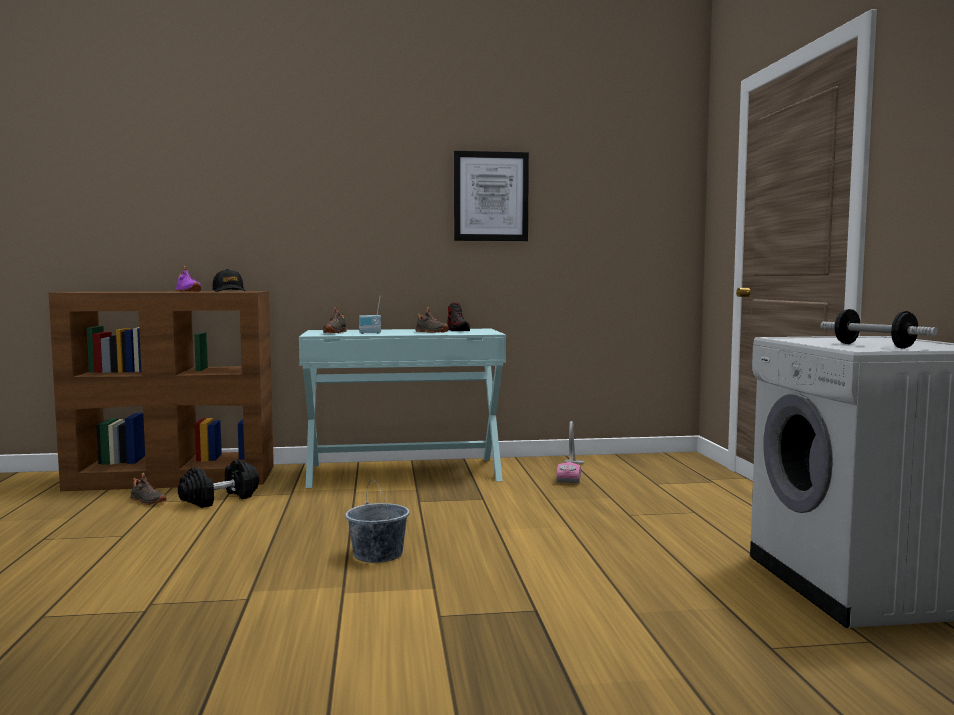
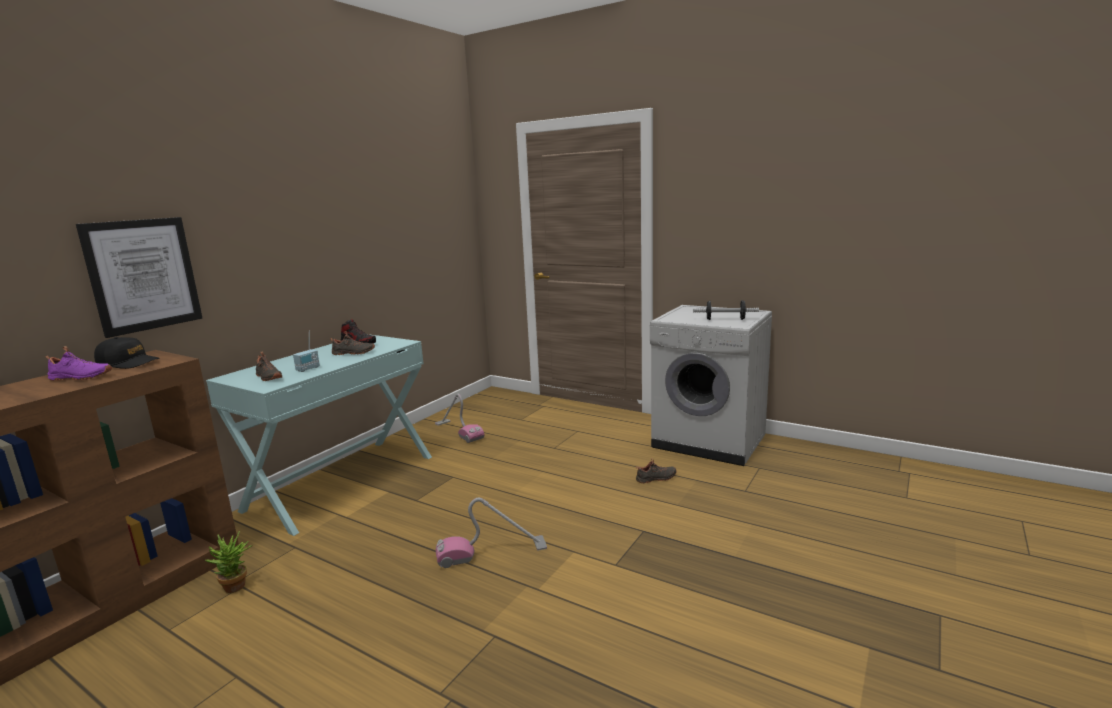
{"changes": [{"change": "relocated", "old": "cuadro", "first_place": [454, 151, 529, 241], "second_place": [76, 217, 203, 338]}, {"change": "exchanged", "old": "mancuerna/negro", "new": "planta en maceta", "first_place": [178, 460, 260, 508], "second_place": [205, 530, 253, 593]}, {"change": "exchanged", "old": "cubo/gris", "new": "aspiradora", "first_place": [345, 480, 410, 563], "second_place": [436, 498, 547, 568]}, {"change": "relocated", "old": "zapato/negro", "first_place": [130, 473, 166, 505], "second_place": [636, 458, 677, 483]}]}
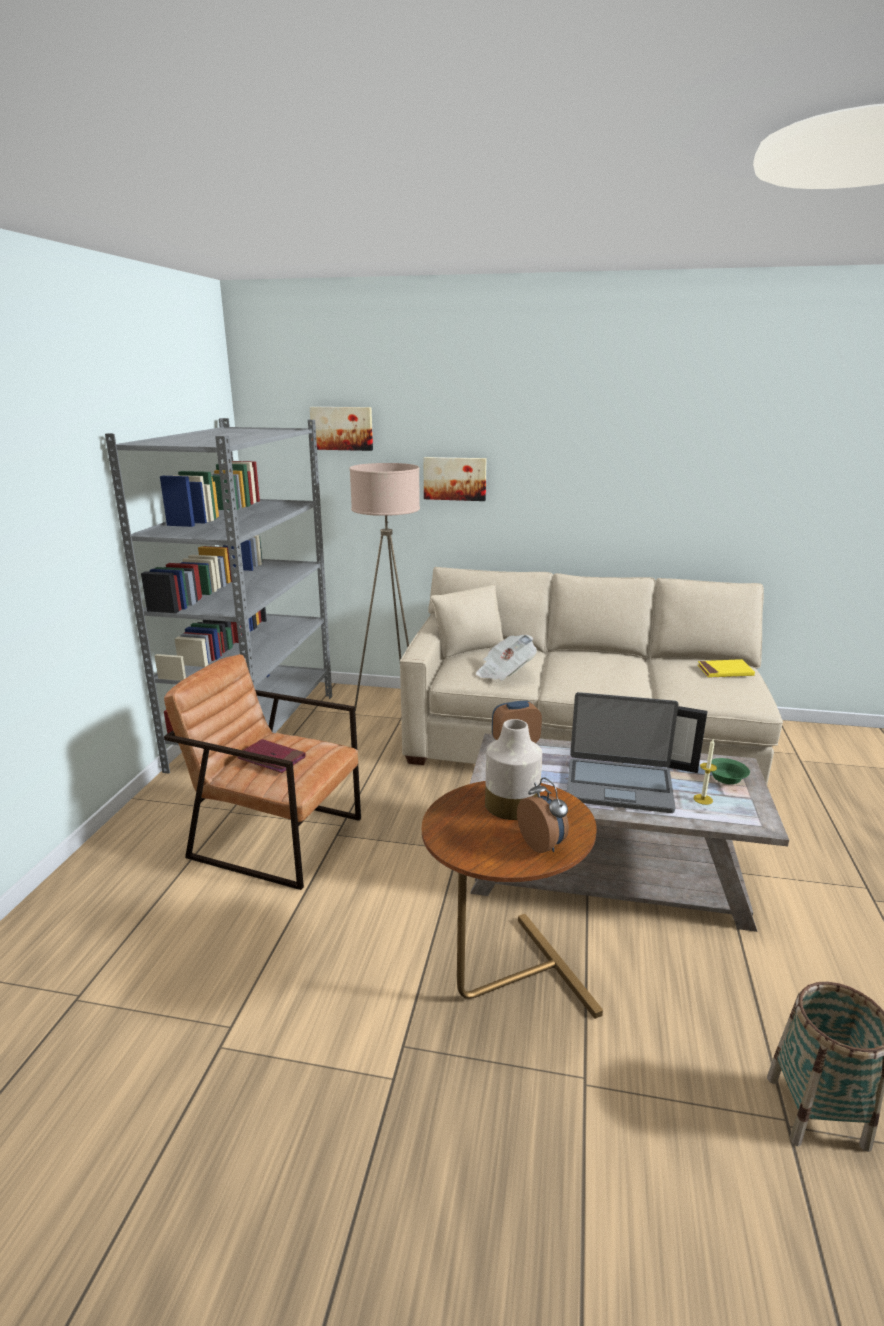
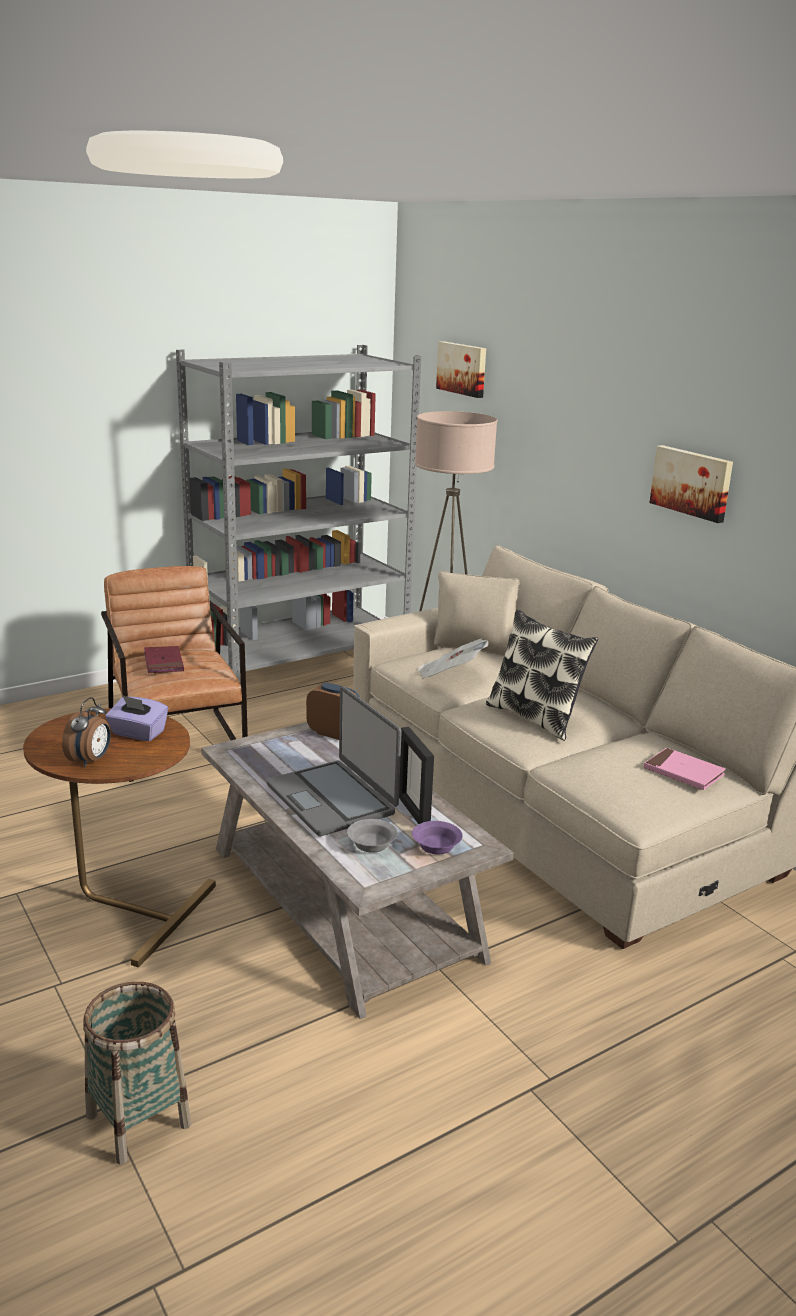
{"changes": [{"change": "exchanged", "old": "florero/beis", "new": "caja de pañuelos/morado", "first_place": [485, 719, 542, 820], "second_place": [105, 696, 168, 741]}, {"change": "exchanged", "old": "vela", "new": "cuenco/gris", "first_place": [693, 739, 717, 805], "second_place": [347, 819, 398, 853]}, {"change": "colour", "old": "cuenco/verde", "new": "cuenco/morado", "first_place": [711, 758, 750, 784], "second_place": [412, 821, 463, 855]}, {"change": "appeared", "new": "cojín", "second_place": [486, 609, 598, 741]}, {"change": "colour", "old": "libro/amarillo", "new": "libro/rosa", "first_place": [698, 659, 755, 678], "second_place": [644, 748, 726, 790]}, {"change": "relocated", "old": "cuadro", "first_place": [423, 457, 487, 501], "second_place": [649, 445, 733, 523]}]}
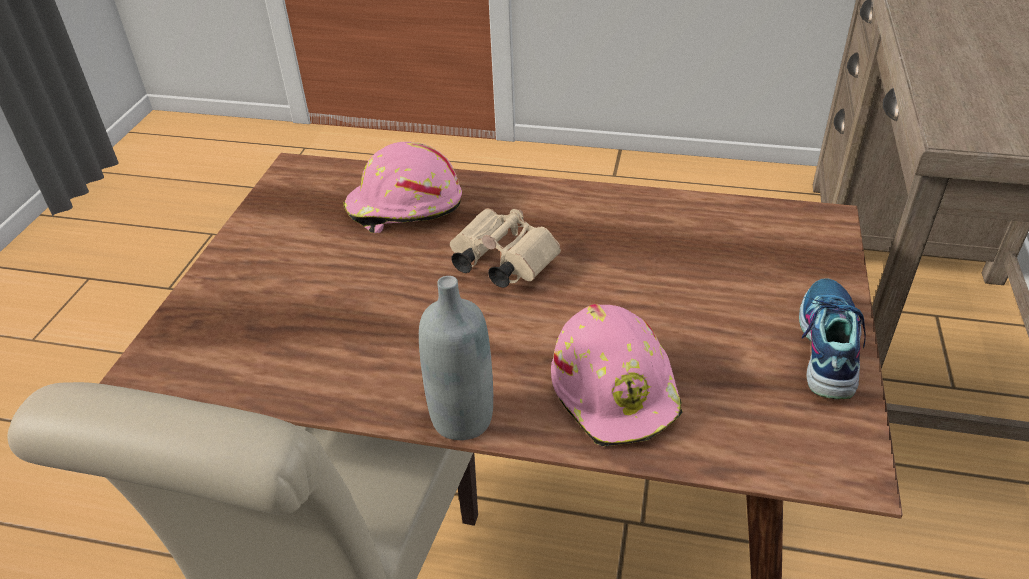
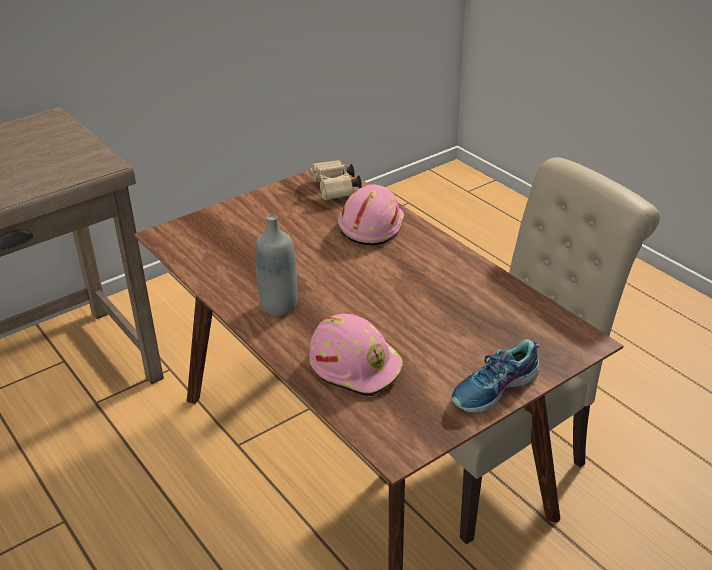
{"changes": [{"change": "relocated", "old": "botella/gris", "first_place": [419, 276, 493, 440], "second_place": [255, 214, 298, 316]}, {"change": "relocated", "old": "prismáticos/beis", "first_place": [450, 208, 561, 288], "second_place": [309, 160, 362, 200]}, {"change": "relocated", "old": "zapato", "first_place": [799, 278, 866, 399], "second_place": [451, 339, 540, 413]}]}
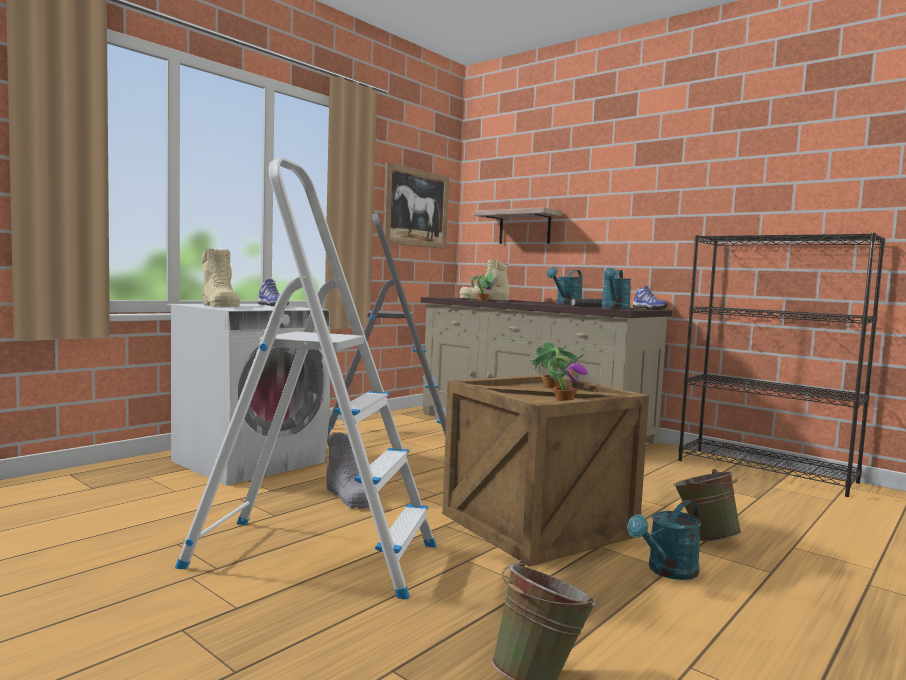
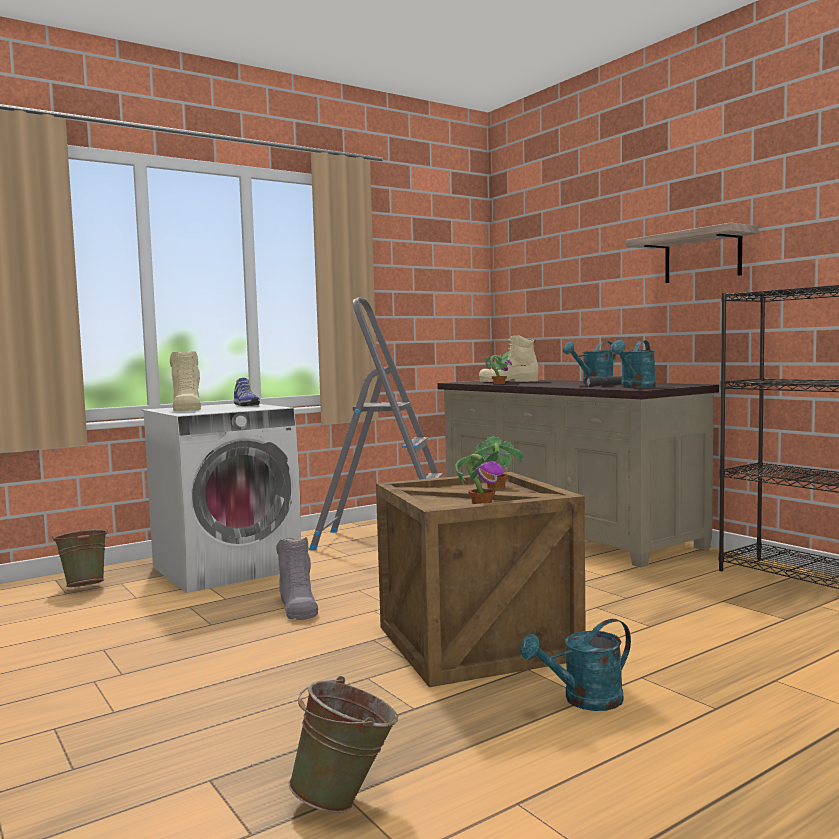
{"changes": [{"change": "relocated", "old": "cubo/verde", "first_place": [673, 469, 742, 541], "second_place": [52, 529, 109, 587]}, {"change": "relocated", "old": "estante", "first_place": [474, 207, 562, 244], "second_place": [626, 222, 759, 283]}, {"change": "missing", "old": "escalera de tijera/blanco", "first_place": [175, 157, 437, 599]}, {"change": "missing", "old": "cuadro", "first_place": [383, 162, 449, 249]}, {"change": "missing", "old": "zapato", "first_place": [632, 286, 668, 309]}]}
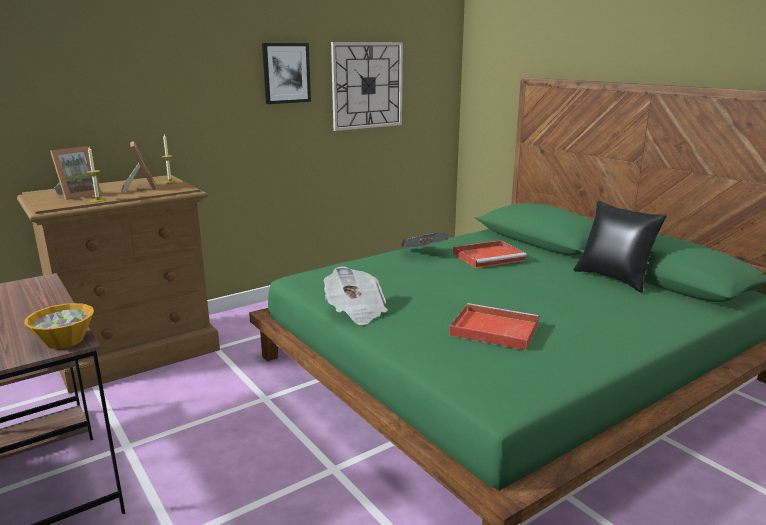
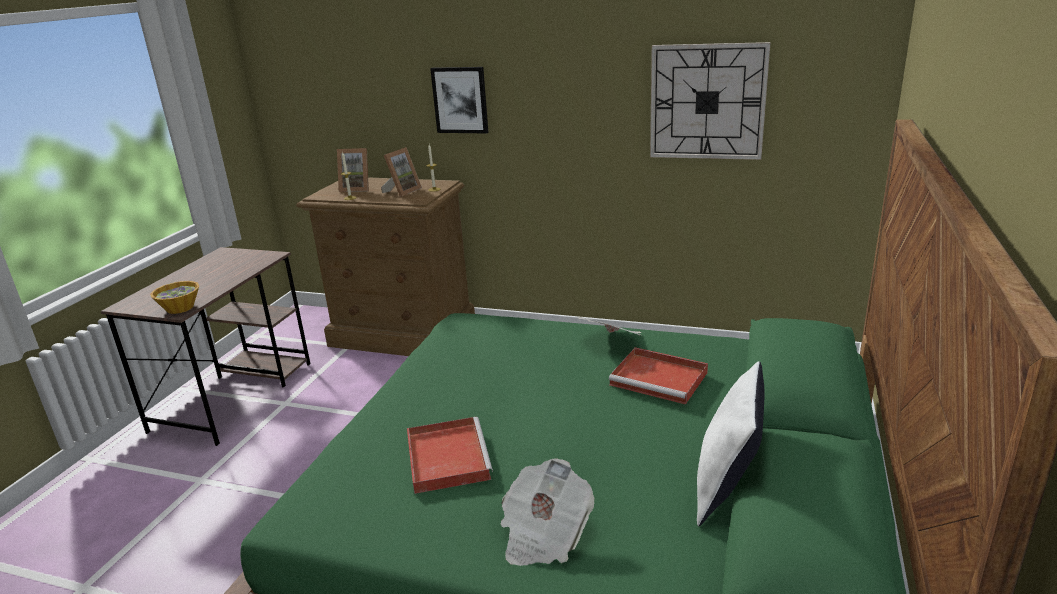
{"changes": [{"change": "relocated", "old": "cuadro", "first_place": [262, 43, 311, 104], "second_place": [430, 67, 488, 133]}, {"change": "relocated", "old": "periódico", "first_place": [324, 266, 388, 325], "second_place": [501, 458, 595, 566]}, {"change": "colour", "old": "cojín/negro", "new": "cojín/blanco", "first_place": [574, 201, 667, 293], "second_place": [697, 361, 764, 526]}]}
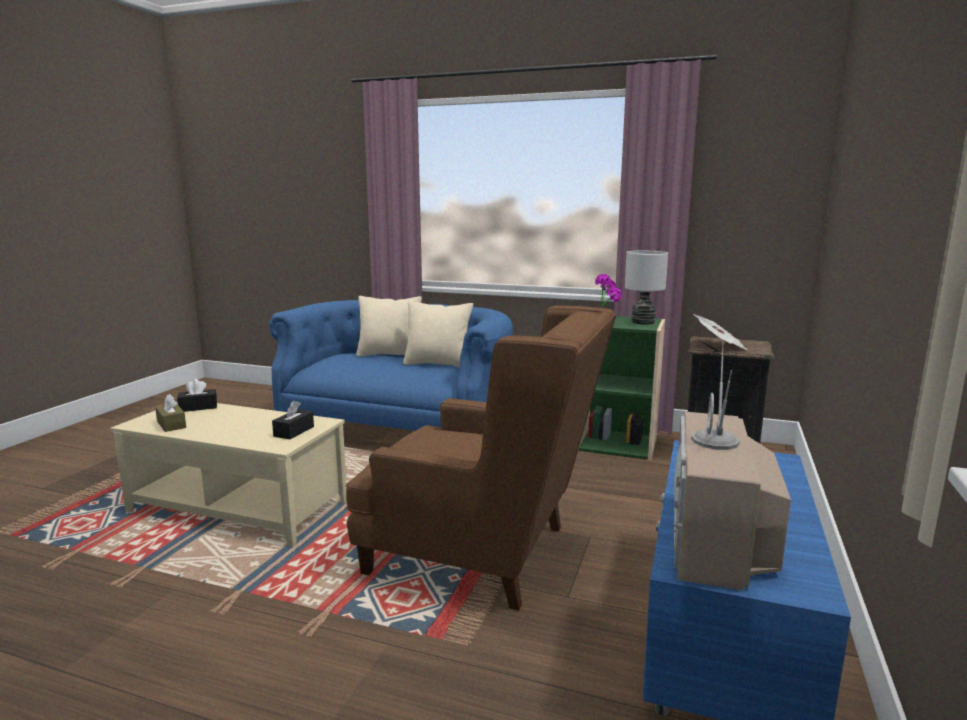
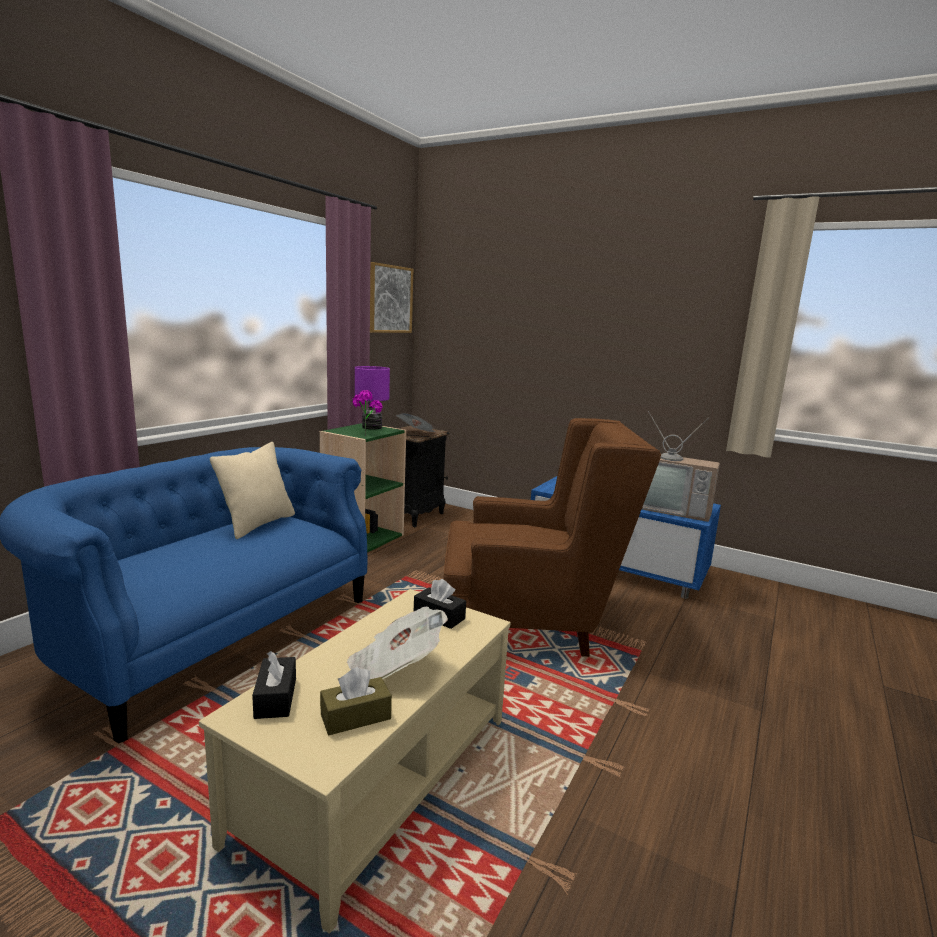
{"changes": [{"change": "appeared", "new": "periódico", "second_place": [347, 606, 448, 679]}, {"change": "colour", "old": "lámpara de mesa/gris", "new": "lámpara de mesa/morado", "first_place": [625, 251, 668, 325], "second_place": [355, 366, 390, 430]}, {"change": "appeared", "new": "cuadro", "second_place": [370, 262, 413, 333]}, {"change": "spun", "old": "sillón/marrón", "first_place": [346, 305, 616, 610], "second_place": [443, 418, 661, 657], "degrees": 60}, {"change": "missing", "old": "cojín/beis", "first_place": [356, 296, 422, 357]}]}
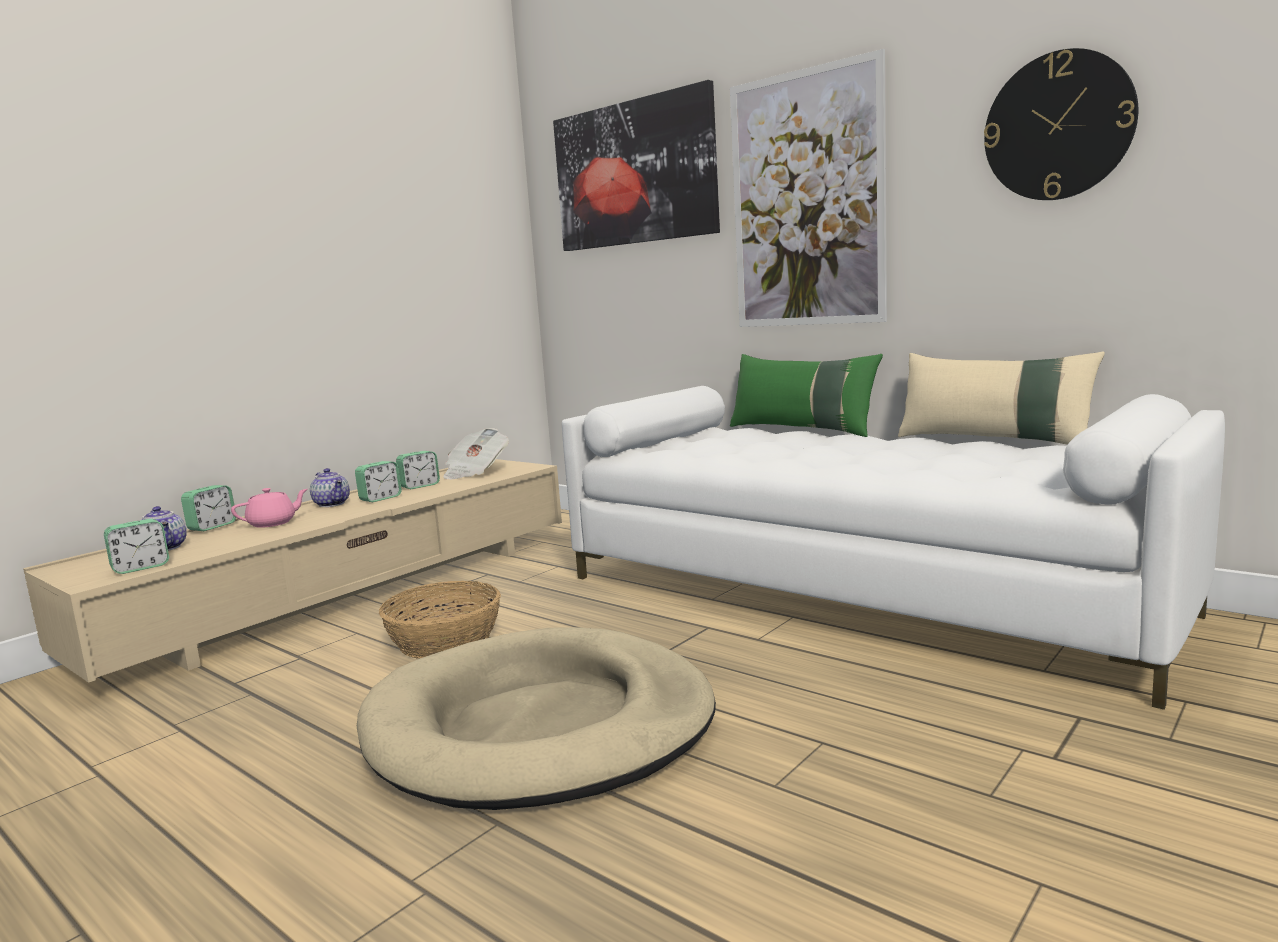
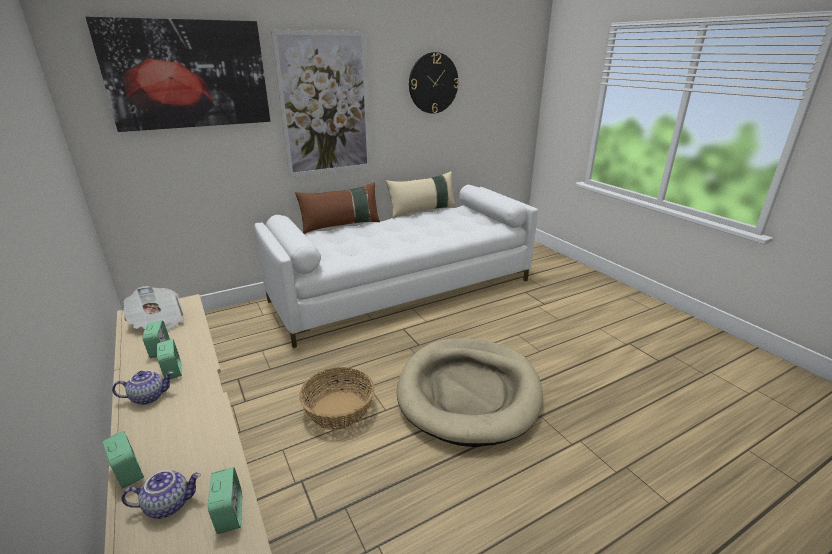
{"changes": [{"change": "colour", "old": "cojín/verde", "new": "cojín/marrón", "first_place": [730, 354, 883, 437], "second_place": [295, 182, 380, 234]}, {"change": "missing", "old": "tetera/rosa", "first_place": [231, 488, 308, 528]}]}
